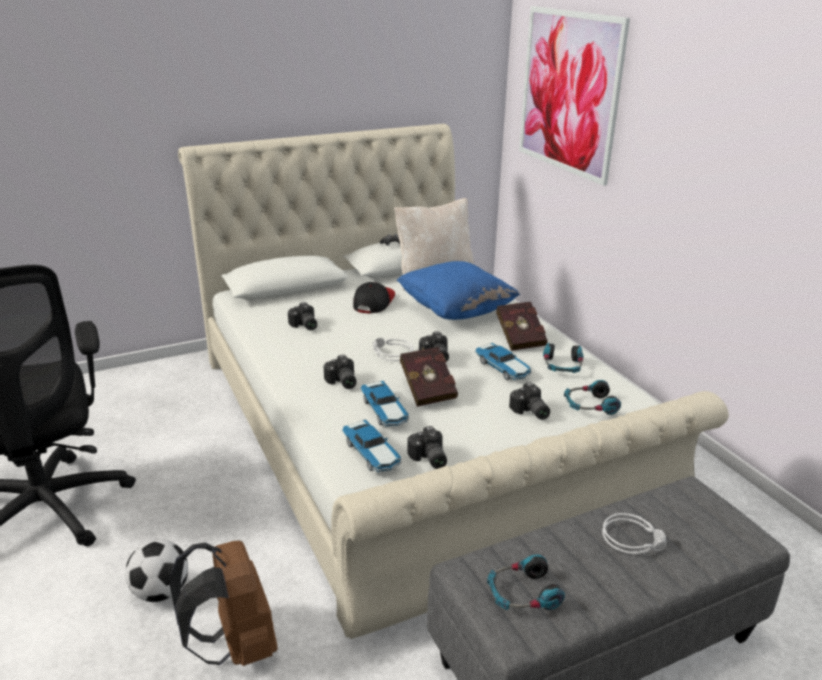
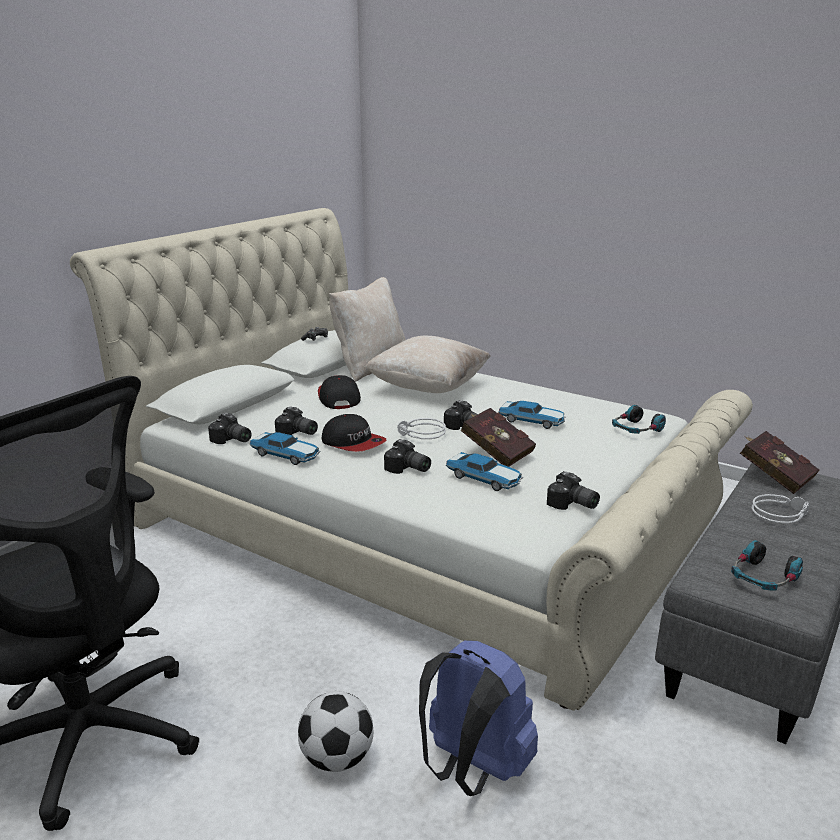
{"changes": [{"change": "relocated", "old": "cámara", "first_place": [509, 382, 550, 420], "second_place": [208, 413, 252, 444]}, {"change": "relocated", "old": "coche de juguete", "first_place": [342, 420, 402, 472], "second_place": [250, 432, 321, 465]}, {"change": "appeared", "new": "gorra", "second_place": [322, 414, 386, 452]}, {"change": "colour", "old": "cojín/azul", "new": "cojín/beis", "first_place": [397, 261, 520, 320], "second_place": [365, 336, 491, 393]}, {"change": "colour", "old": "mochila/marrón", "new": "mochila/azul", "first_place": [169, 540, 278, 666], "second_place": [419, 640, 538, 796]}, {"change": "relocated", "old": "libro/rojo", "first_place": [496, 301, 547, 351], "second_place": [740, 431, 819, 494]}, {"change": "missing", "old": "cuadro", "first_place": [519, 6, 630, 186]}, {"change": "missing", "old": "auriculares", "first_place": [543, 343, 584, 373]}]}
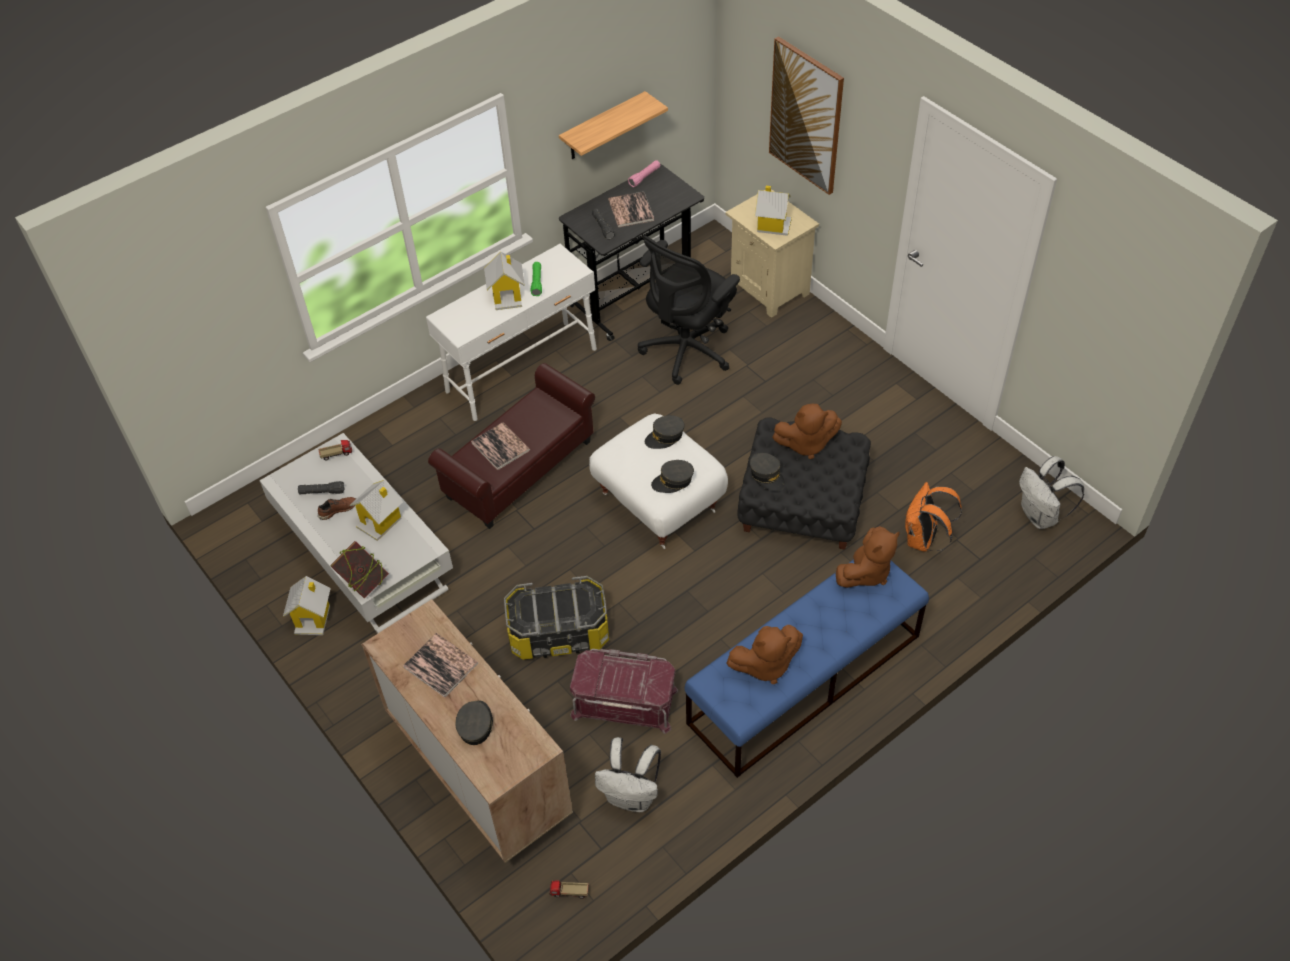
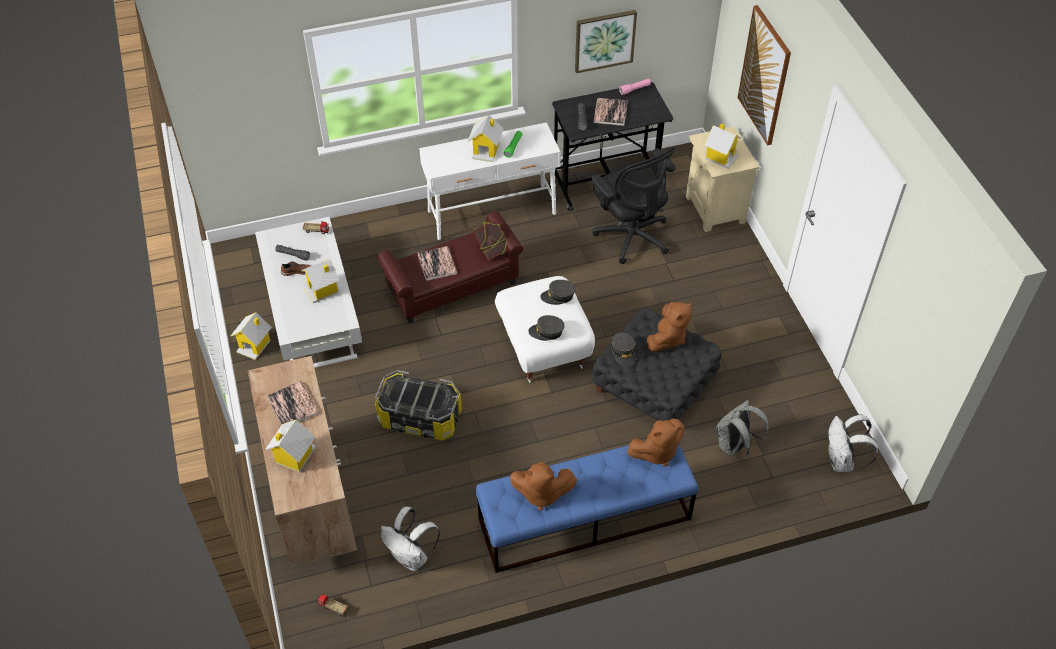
{"changes": [{"change": "exchanged", "old": "gorra/gris", "new": "casita", "first_place": [455, 700, 493, 745], "second_place": [266, 420, 316, 473]}, {"change": "relocated", "old": "libro", "first_place": [330, 541, 389, 598], "second_place": [473, 219, 507, 260]}, {"change": "exchanged", "old": "estante", "new": "cuadro", "first_place": [559, 91, 668, 159], "second_place": [575, 10, 637, 73]}, {"change": "spun", "old": "silla de oficina/negro", "first_place": [638, 236, 740, 385], "second_place": [591, 147, 676, 264], "degrees": -90}, {"change": "spun", "old": "peluche/marrón", "first_place": [772, 403, 842, 459], "second_place": [647, 302, 692, 352], "degrees": -75}, {"change": "colour", "old": "mochila/naranja", "new": "mochila/gris", "first_place": [905, 482, 962, 552], "second_place": [716, 400, 769, 459]}, {"change": "missing", "old": "caja de almacenaje/rojo", "first_place": [570, 649, 678, 734]}]}
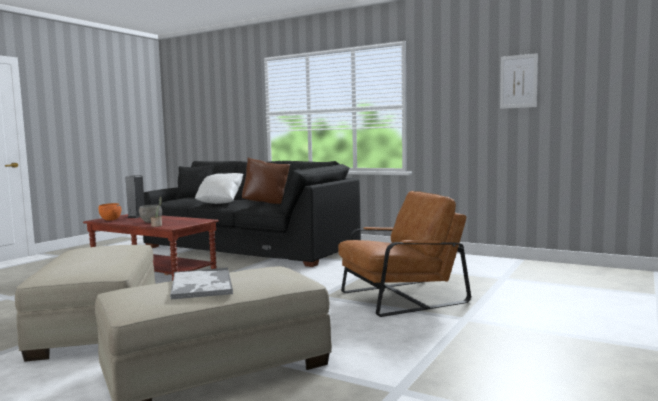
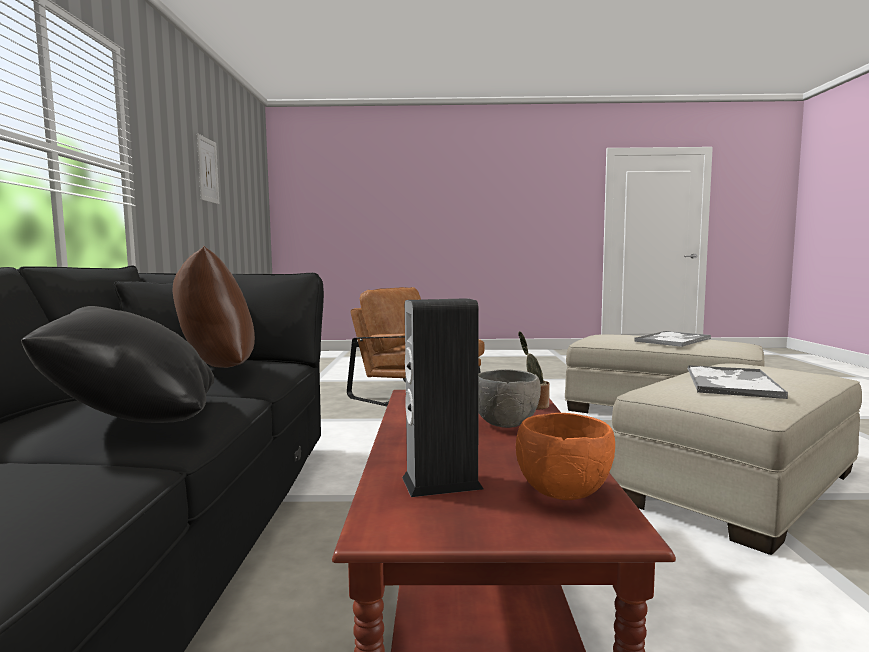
{"changes": [{"change": "colour", "old": "cojín/blanco", "new": "cojín/negro", "first_place": [195, 173, 243, 204], "second_place": [21, 306, 214, 423]}, {"change": "appeared", "new": "bandeja", "second_place": [687, 365, 788, 399]}]}
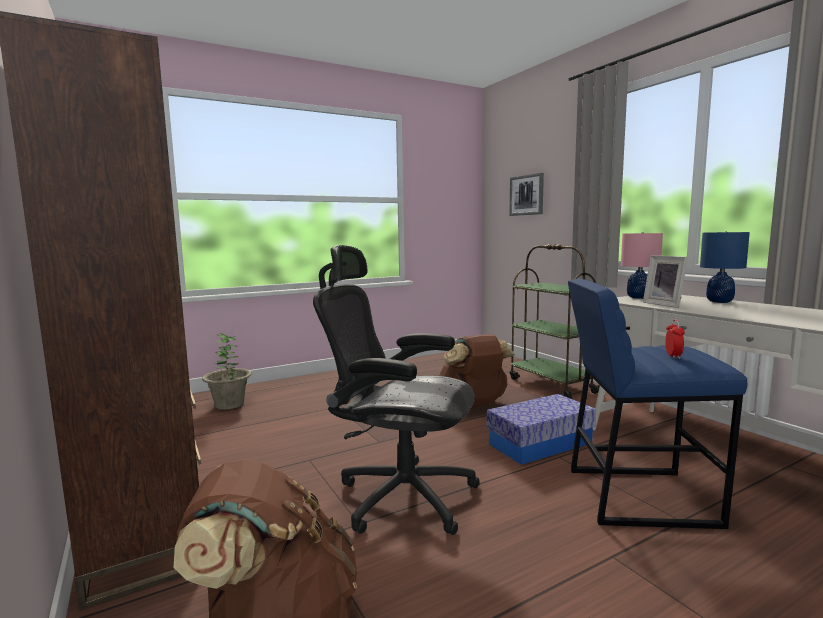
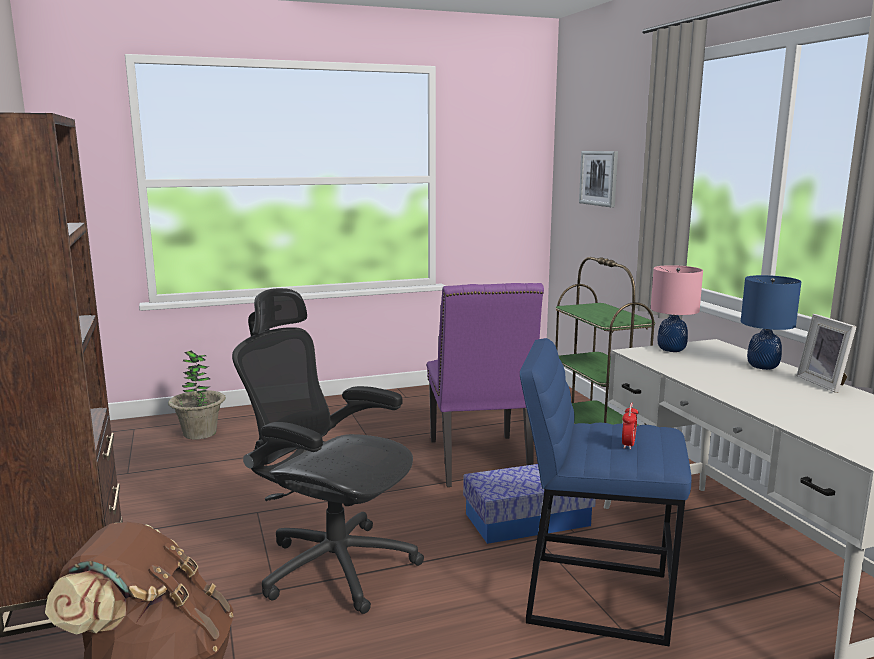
{"changes": [{"change": "exchanged", "old": "mochila/marrón", "new": "silla/morado", "first_place": [438, 334, 515, 407], "second_place": [427, 283, 544, 487]}, {"change": "relocated", "old": "portarretratos", "first_place": [643, 255, 688, 308], "second_place": [797, 314, 857, 393]}]}
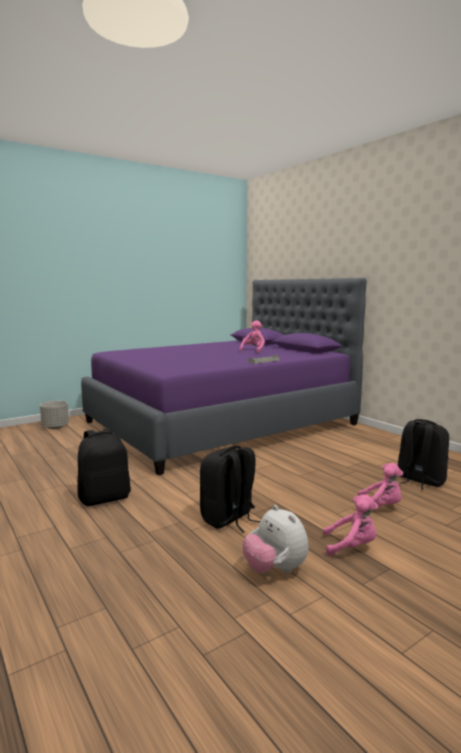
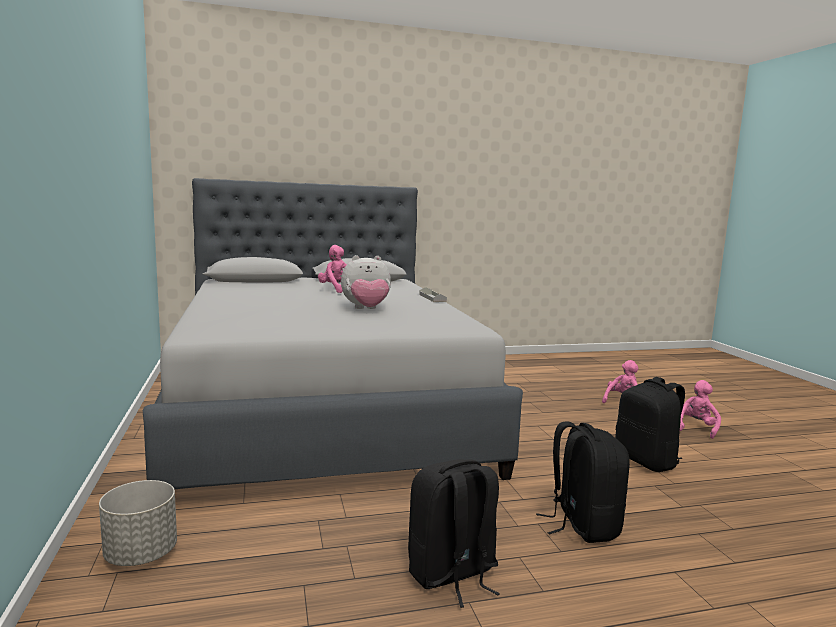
{"changes": [{"change": "colour", "old": "cama/morado", "new": "cama/gris", "first_place": [81, 278, 367, 475], "second_place": [143, 178, 523, 489]}, {"change": "relocated", "old": "peluche", "first_place": [242, 505, 309, 573], "second_place": [341, 255, 391, 309]}, {"change": "relocated", "old": "mochila/negro", "first_place": [398, 419, 449, 490], "second_place": [408, 459, 500, 608]}]}
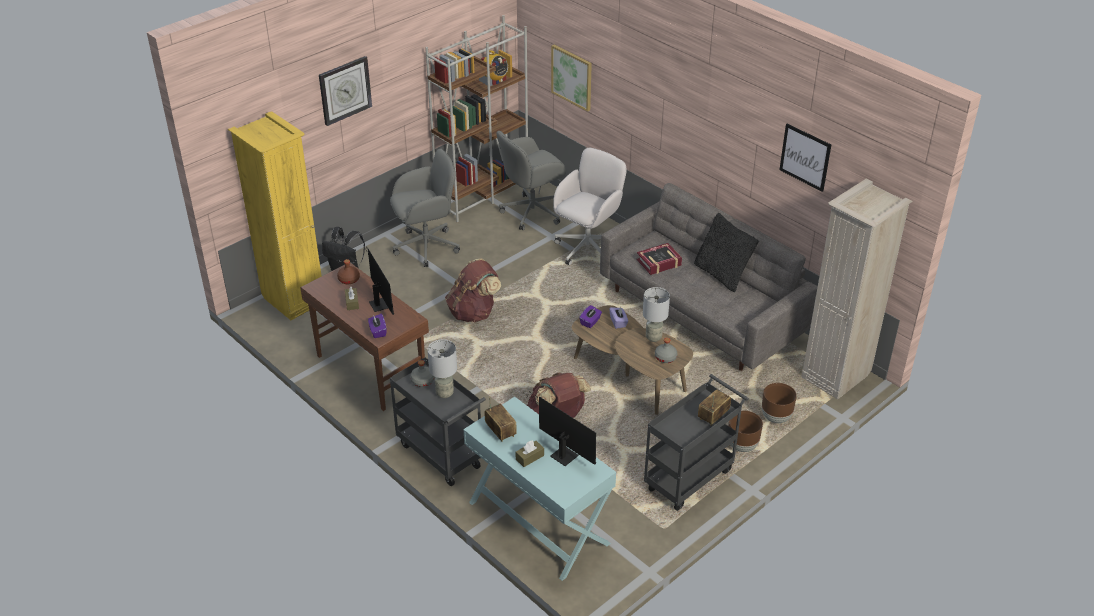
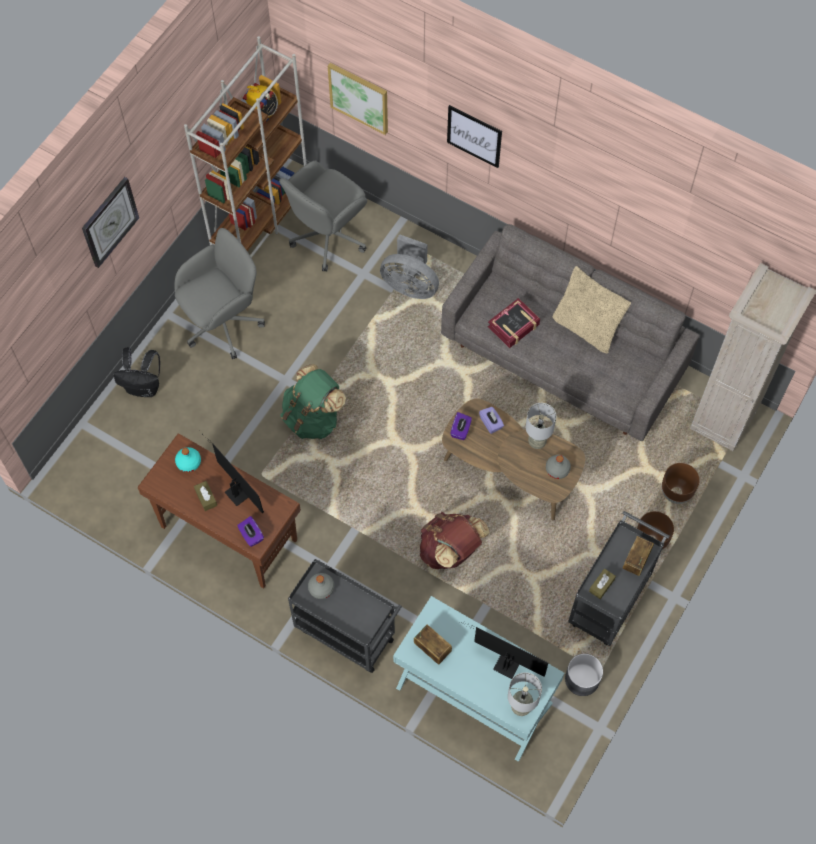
{"changes": [{"change": "colour", "old": "botella/marrón", "new": "botella/turquesa", "first_place": [337, 259, 360, 284], "second_place": [175, 447, 201, 472]}, {"change": "colour", "old": "mochila/marrón", "new": "mochila/verde", "first_place": [445, 259, 501, 322], "second_place": [280, 364, 346, 439]}, {"change": "exchanged", "old": "silla de oficina/blanco", "new": "ventilador/gris", "first_place": [553, 148, 627, 265], "second_place": [380, 234, 439, 299]}, {"change": "relocated", "old": "cuadro", "first_place": [779, 124, 831, 192], "second_place": [447, 105, 502, 168]}, {"change": "relocated", "old": "lámpara de mesa/gris", "first_place": [427, 339, 457, 398], "second_place": [508, 672, 542, 716]}, {"change": "colour", "old": "cojín/negro", "new": "cojín/beis", "first_place": [694, 213, 759, 292], "second_place": [552, 266, 631, 353]}, {"change": "appeared", "new": "maceta/gris", "second_place": [565, 654, 603, 696]}, {"change": "relocated", "old": "caja de pañuelos/marrón", "first_place": [516, 440, 544, 467], "second_place": [589, 568, 616, 599]}, {"change": "missing", "old": "armario/amarillo", "first_place": [228, 111, 321, 320]}]}
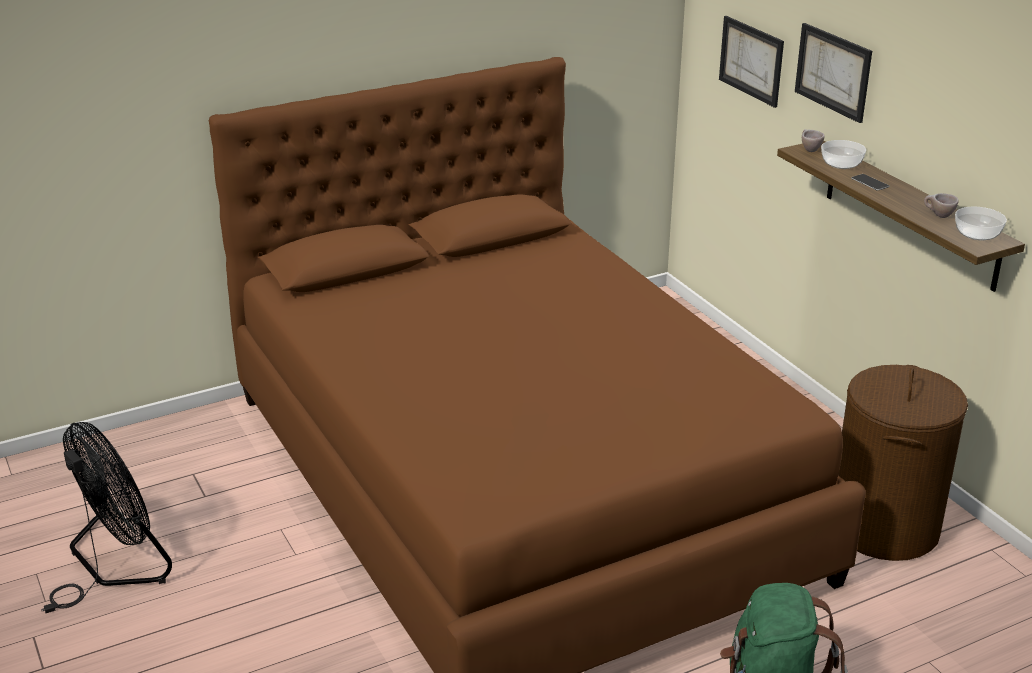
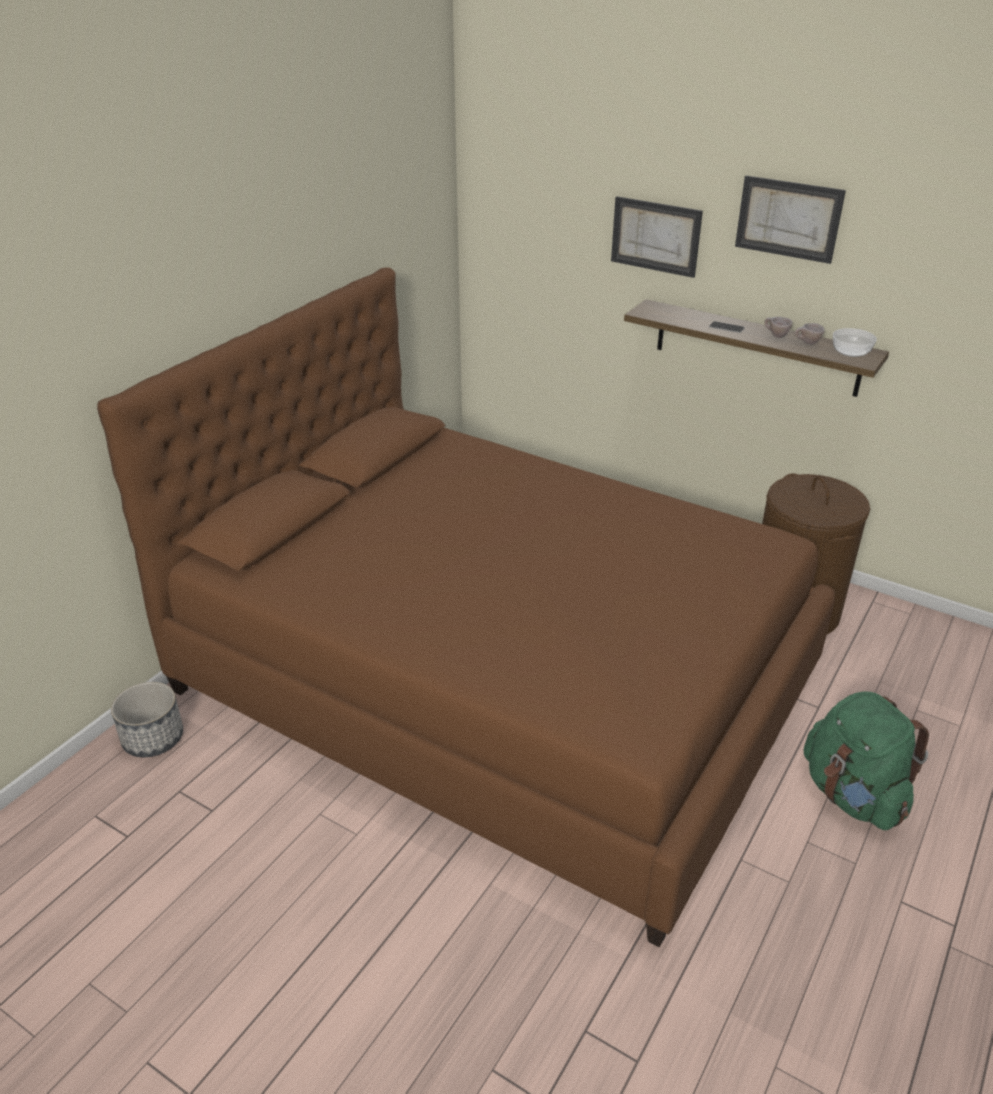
{"changes": [{"change": "appeared", "new": "maceta", "second_place": [111, 682, 183, 757]}, {"change": "relocated", "old": "cuadro", "first_place": [719, 16, 784, 108], "second_place": [735, 175, 846, 264]}, {"change": "relocated", "old": "taza/beis", "first_place": [802, 129, 825, 152], "second_place": [764, 317, 792, 338]}, {"change": "missing", "old": "ventilador/negro", "first_place": [41, 422, 172, 613]}, {"change": "missing", "old": "cuenco", "first_place": [821, 140, 866, 169]}]}
